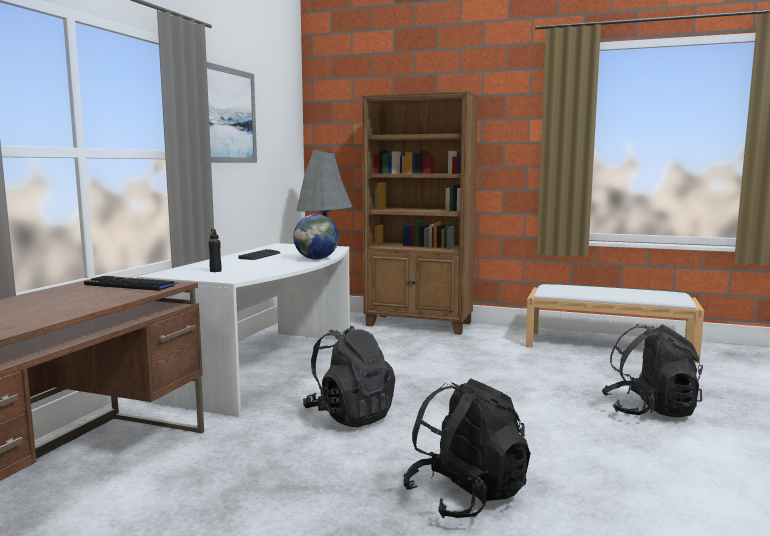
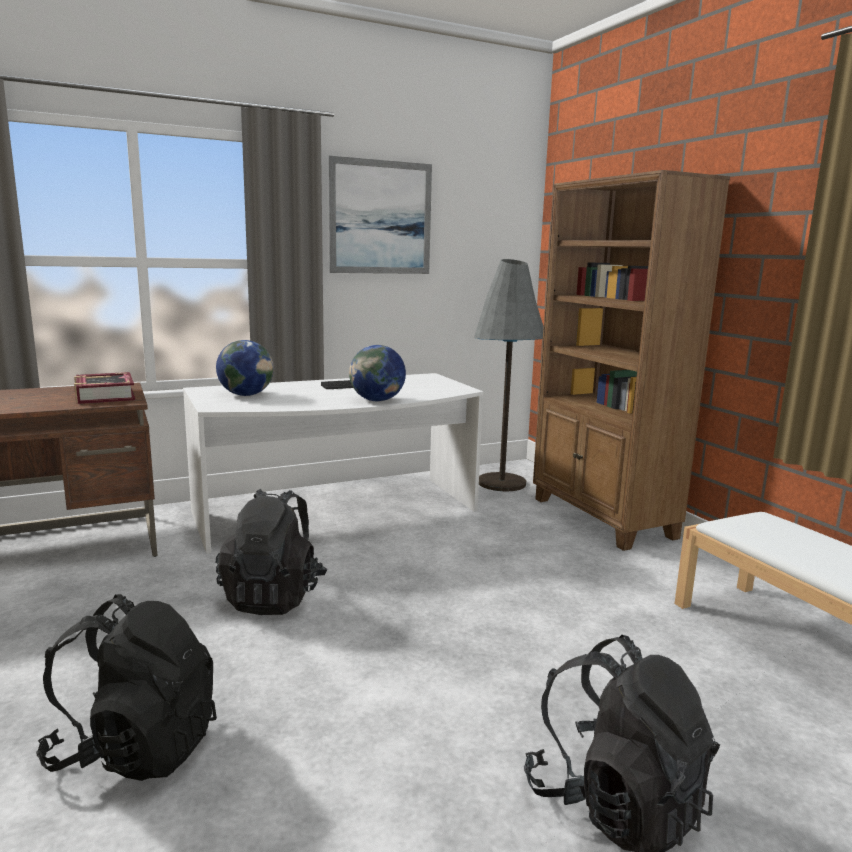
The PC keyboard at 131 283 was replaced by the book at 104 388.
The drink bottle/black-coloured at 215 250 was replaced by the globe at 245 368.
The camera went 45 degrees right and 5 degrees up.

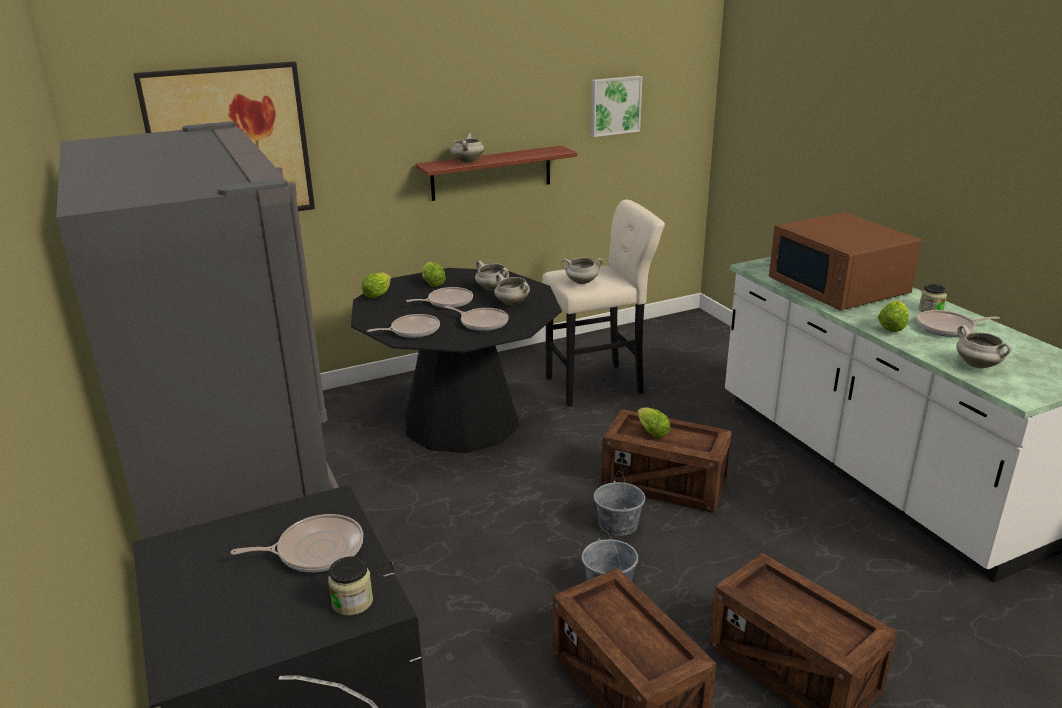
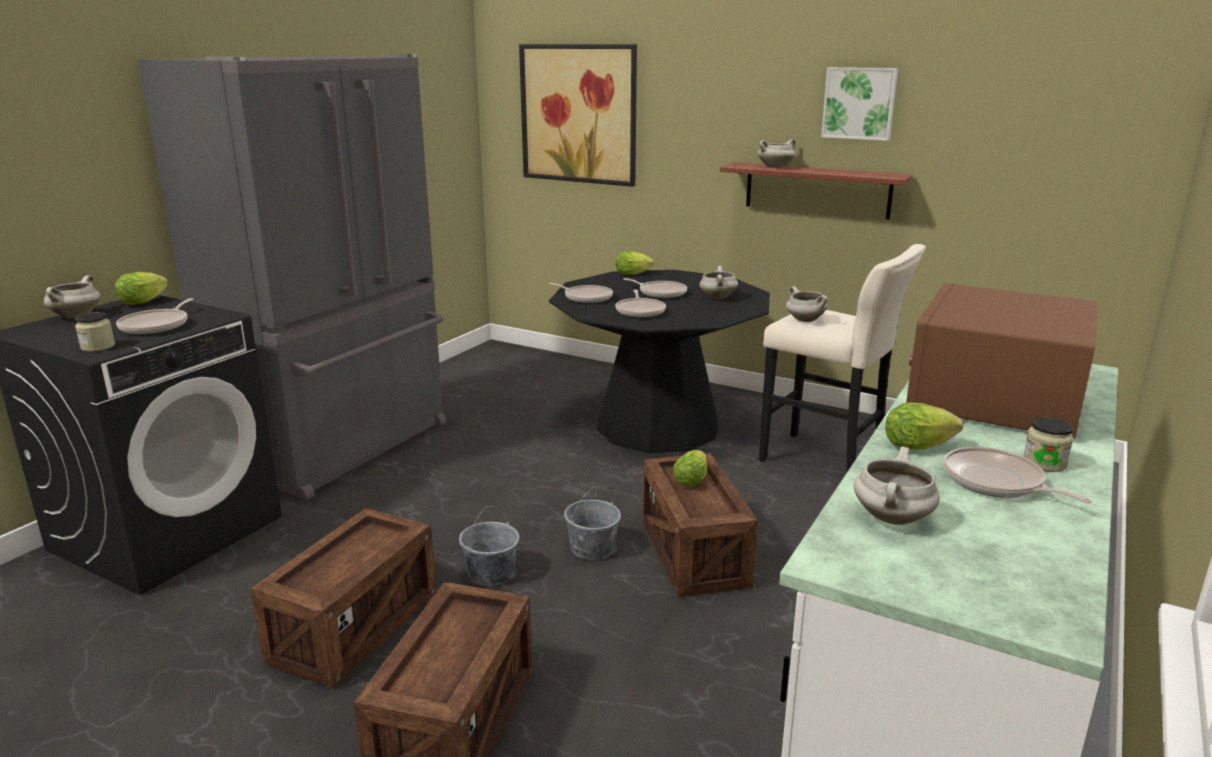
The cooking pot/white-coloured moved from 512 289 to 72 296.
The lettuce head moved from 434 274 to 141 288.
The frying pan at 297 543 turned 60 degrees clockwise.
The wall picture moved from 616 106 to 859 104.
The camera went 55 degrees right and 5 degrees down.

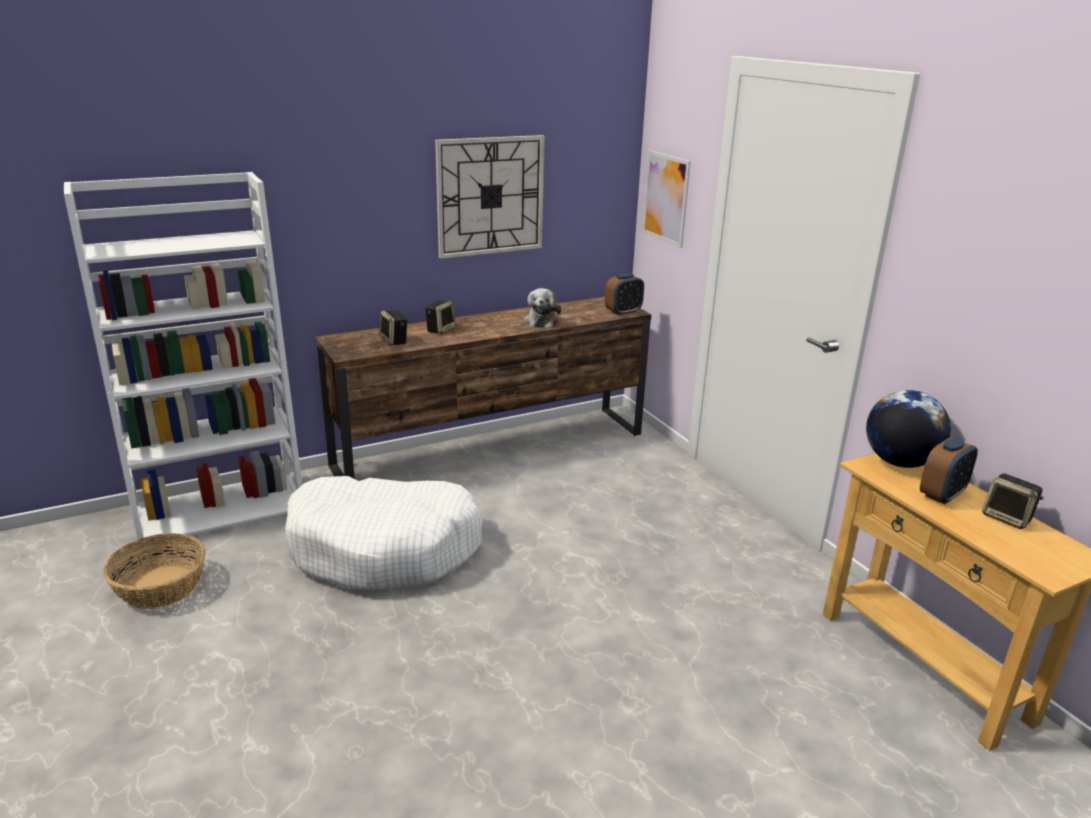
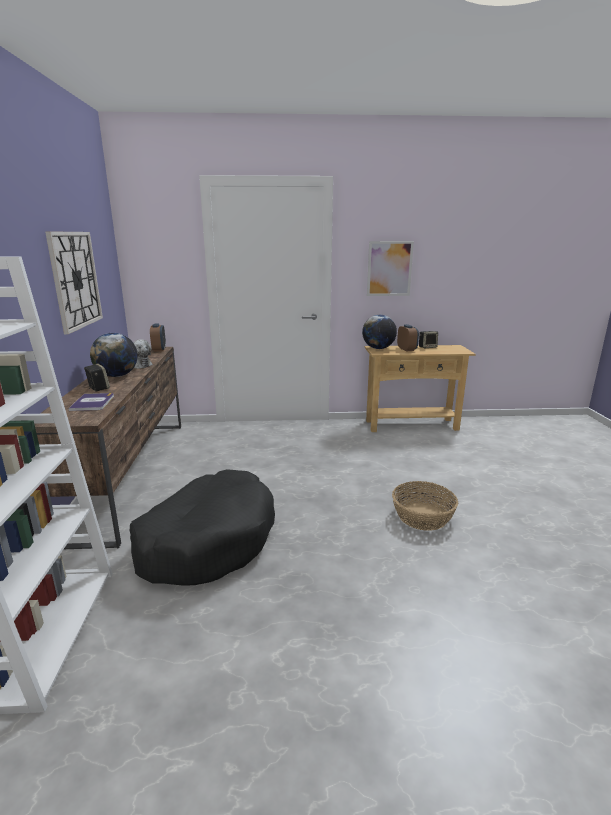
The audio speaker at 393 328 was replaced by the book at 91 402.
The globe at 114 355 appeared.
The pet bed/white-coloured at 384 532 became the pet bed/black-coloured at 202 527.
The wall picture moved from 666 199 to 390 268.
The household basket moved from 154 571 to 425 506.
The camera went 65 degrees left and 5 degrees down.

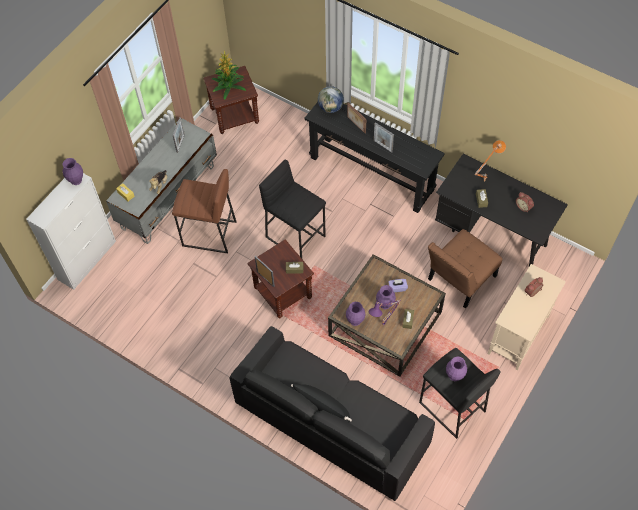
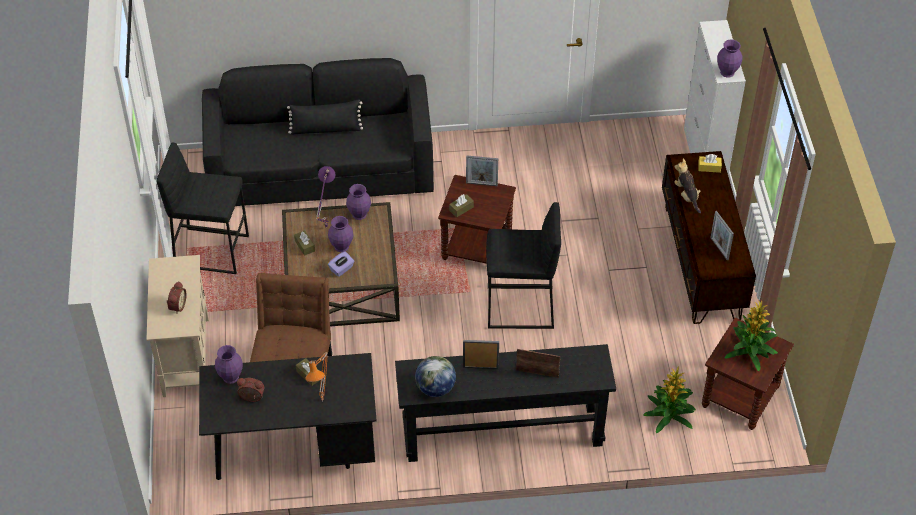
The decorative vase/purple moved from 456 369 to 229 364.
The globe moved from 331 99 to 435 376.
The plant in a pot at 669 399 appeared.
The tv unit/grey at 161 181 became the tv unit/brown at 709 237.
The stool/brown at 204 211 disappeared.
The camera went 140 degrees right and 10 degrees down.

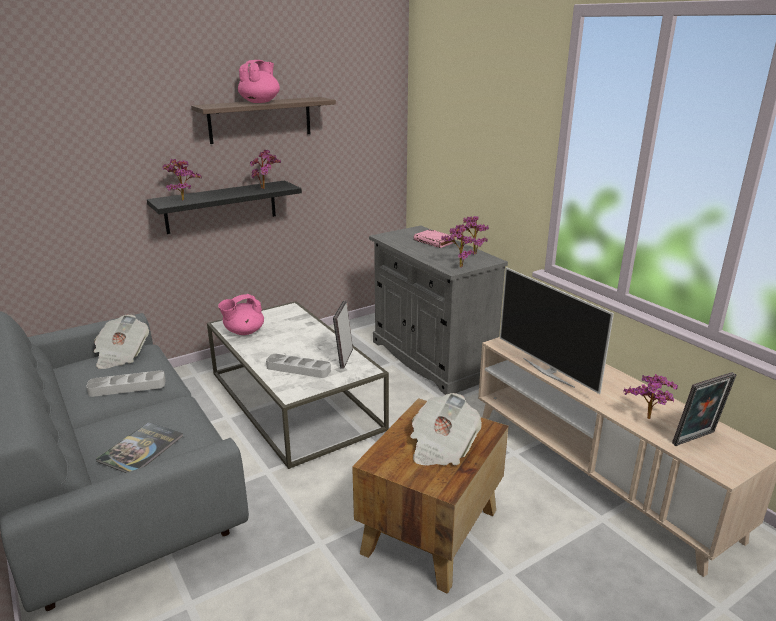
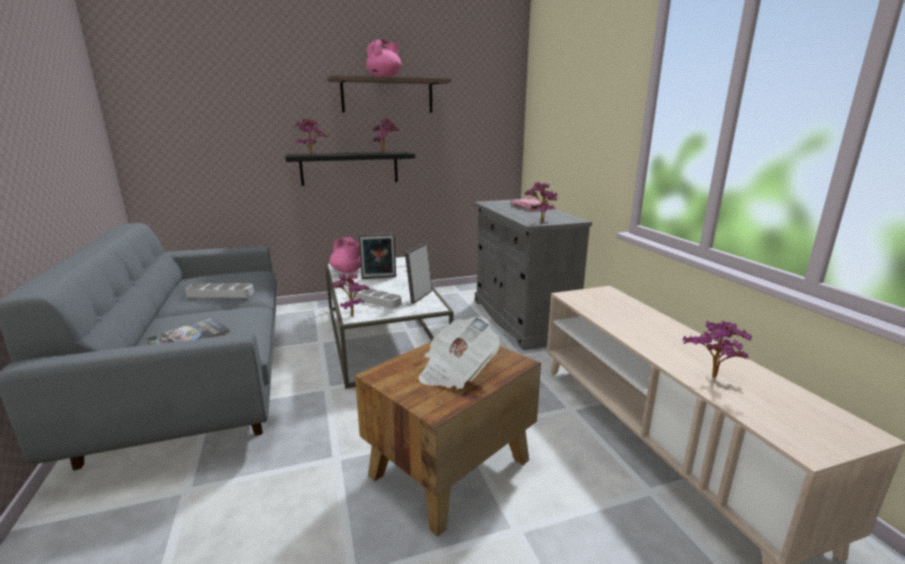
The tea pot/pink at 241 314 turned 105 degrees counterclockwise.
The plant in a pot moved from 472 235 to 350 295.
The photo frame moved from 704 409 to 377 256.
The daily paper at 121 342 disappeared.
The television at 557 330 disappeared.
The camera went 15 degrees right and 5 degrees down.

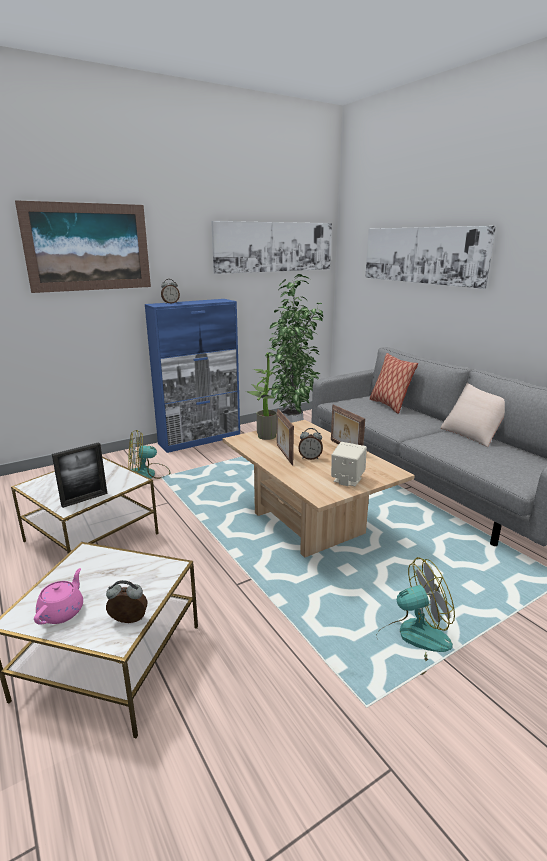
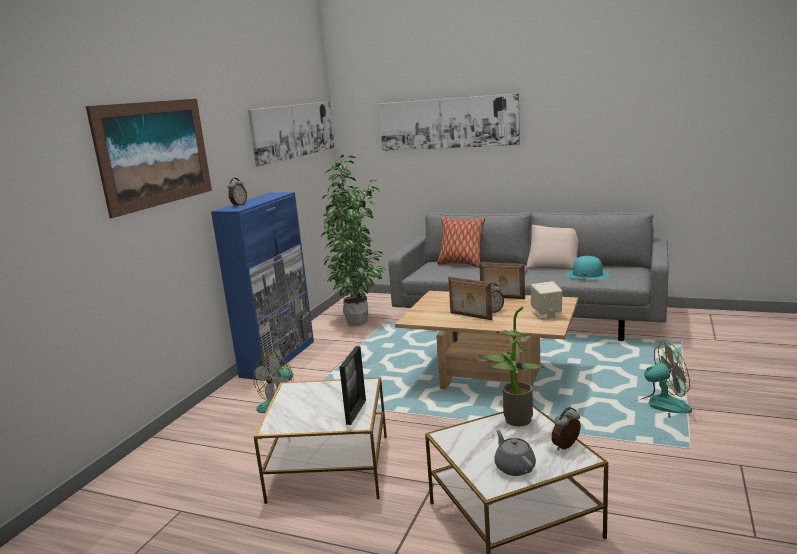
The plant in a pot moved from 261 396 to 511 366.
The tea pot/pink at 58 596 became the tea pot/grey at 515 453.
The hat/turquoise at 588 268 appeared.
The fan at 415 616 turned 45 degrees clockwise.
The camera went 35 degrees left and 5 degrees down.

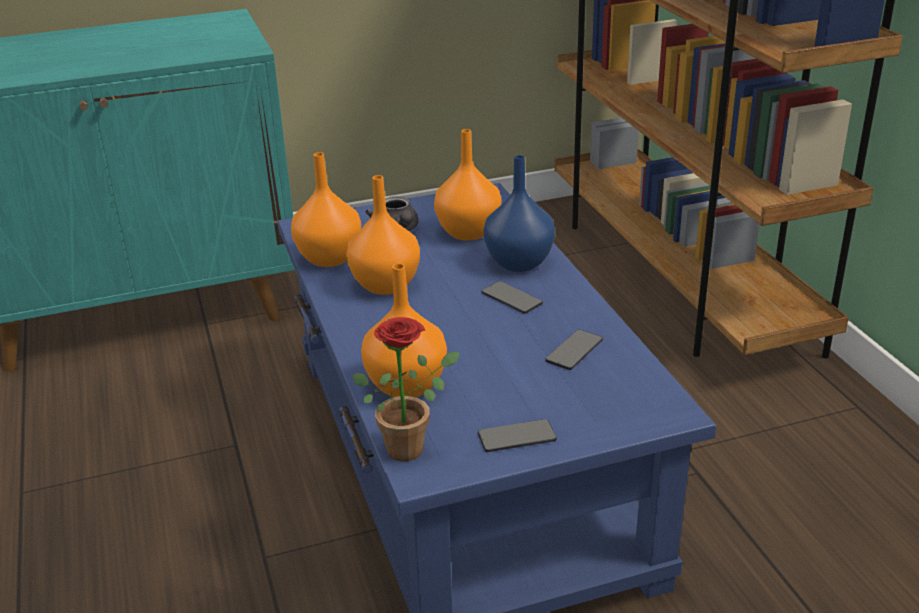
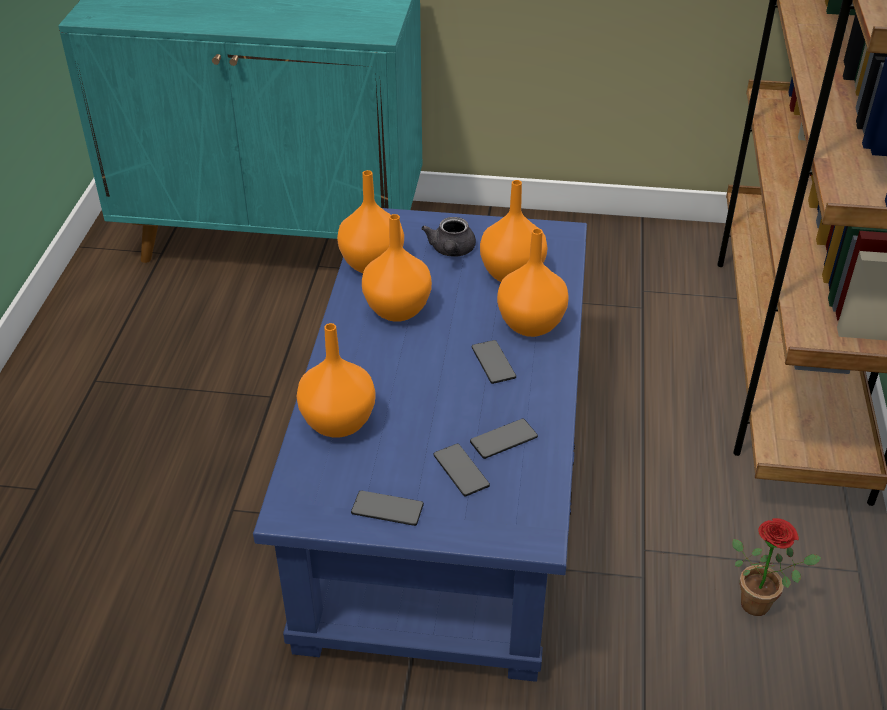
The handset at 461 470 appeared.
The decorative vase/blue-coloured at 519 213 became the decorative vase/orangey at 533 282.
The plant in a pot moved from 406 389 to 776 567.
The camera went 25 degrees right and 10 degrees up.

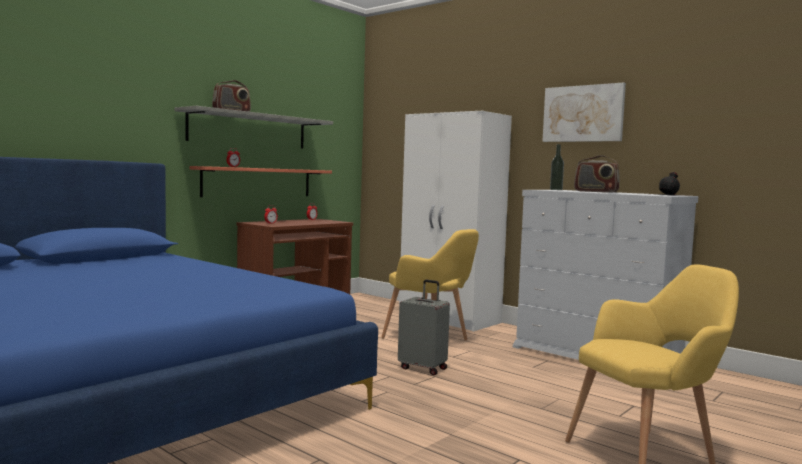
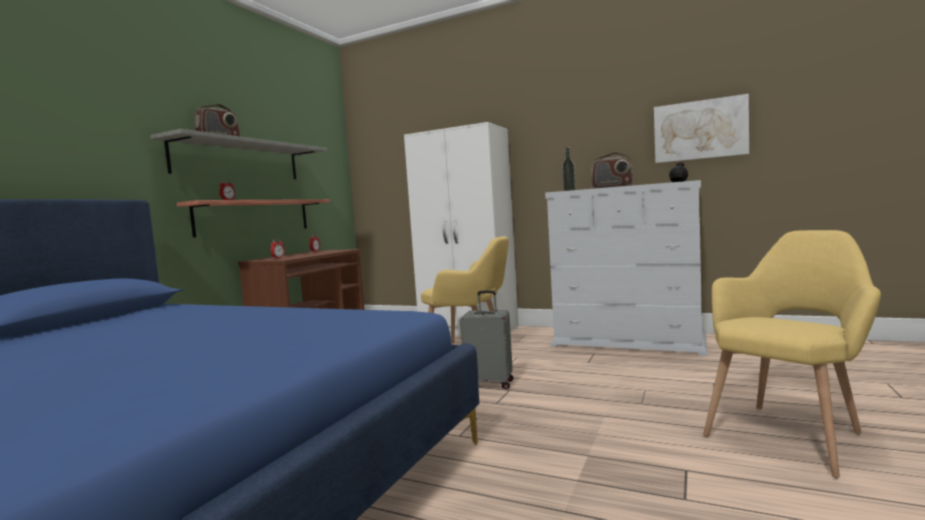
The wall picture moved from 584 112 to 701 128.
The camera went 15 degrees left and 0 degrees up.

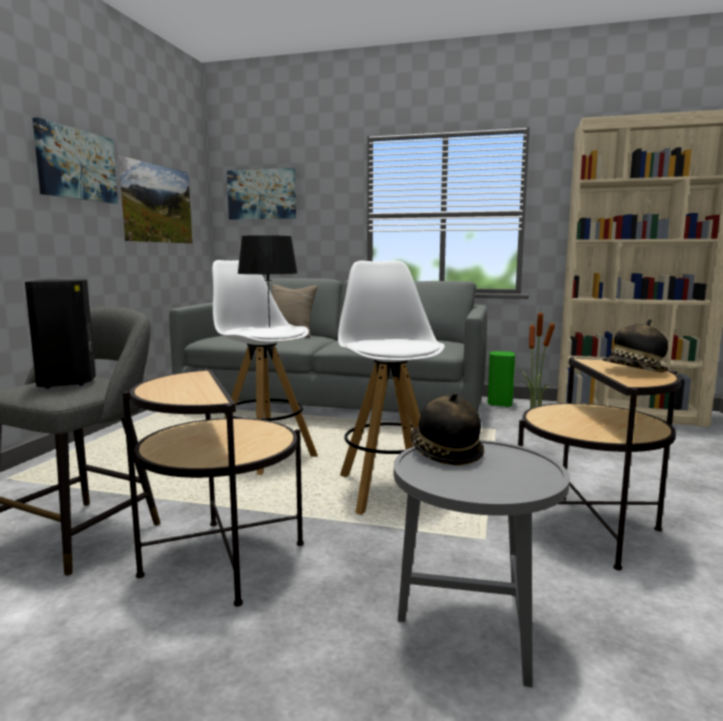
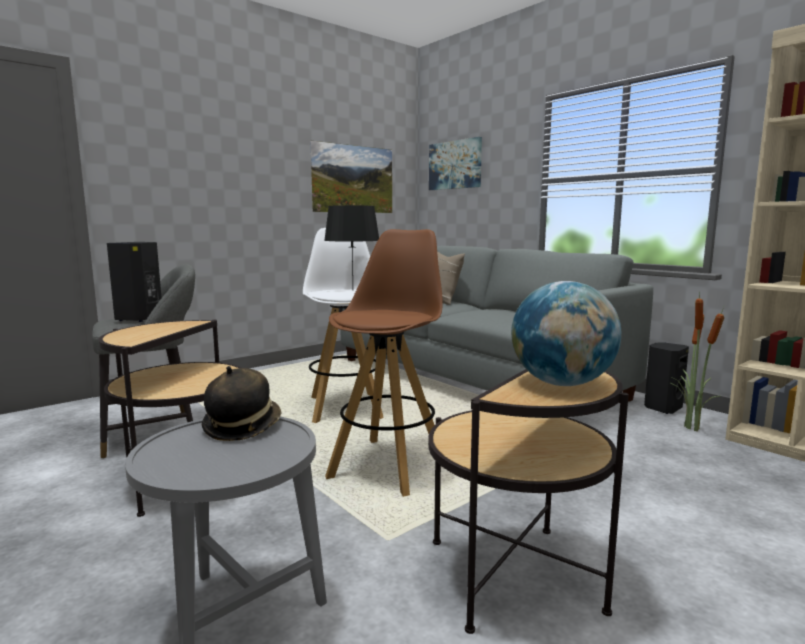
The stool/white-coloured at 391 387 became the stool/brown at 384 363.
The hat at 635 345 was replaced by the globe at 566 333.
The audio speaker/greenish at 501 379 became the audio speaker/black-coloured at 666 378.
The wall picture at 75 160 disappeared.
The camera went 35 degrees right and 0 degrees up.

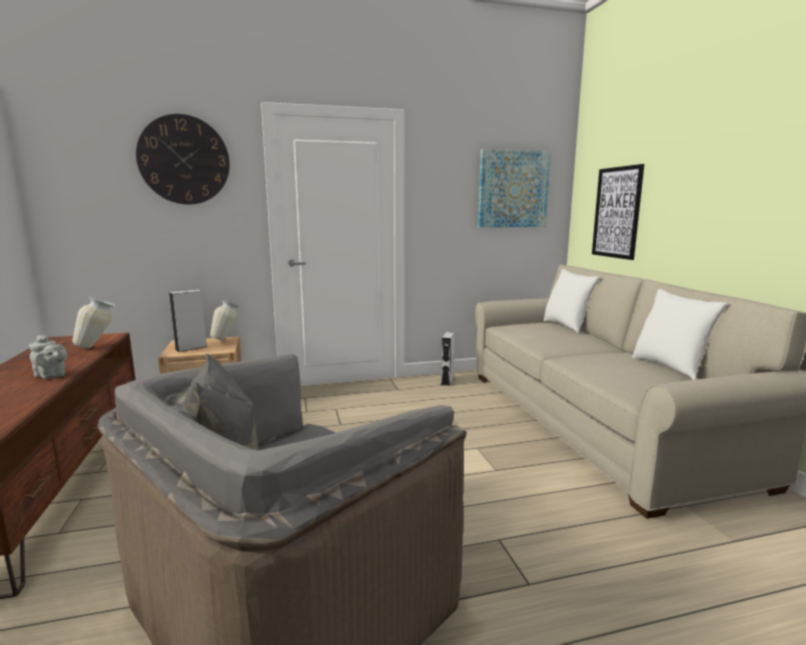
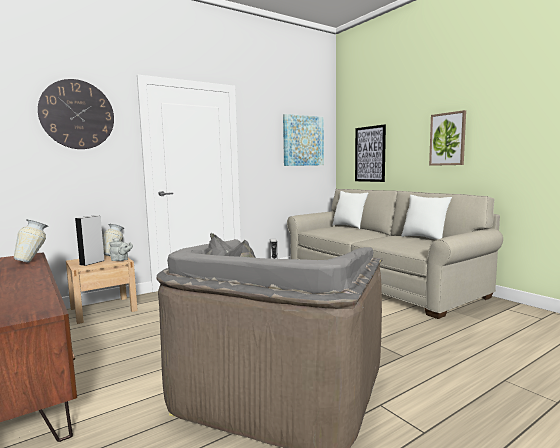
The tea pot/grey moved from 48 357 to 121 249.
The wall picture at 447 138 appeared.
The camera went 20 degrees left and 5 degrees down.

